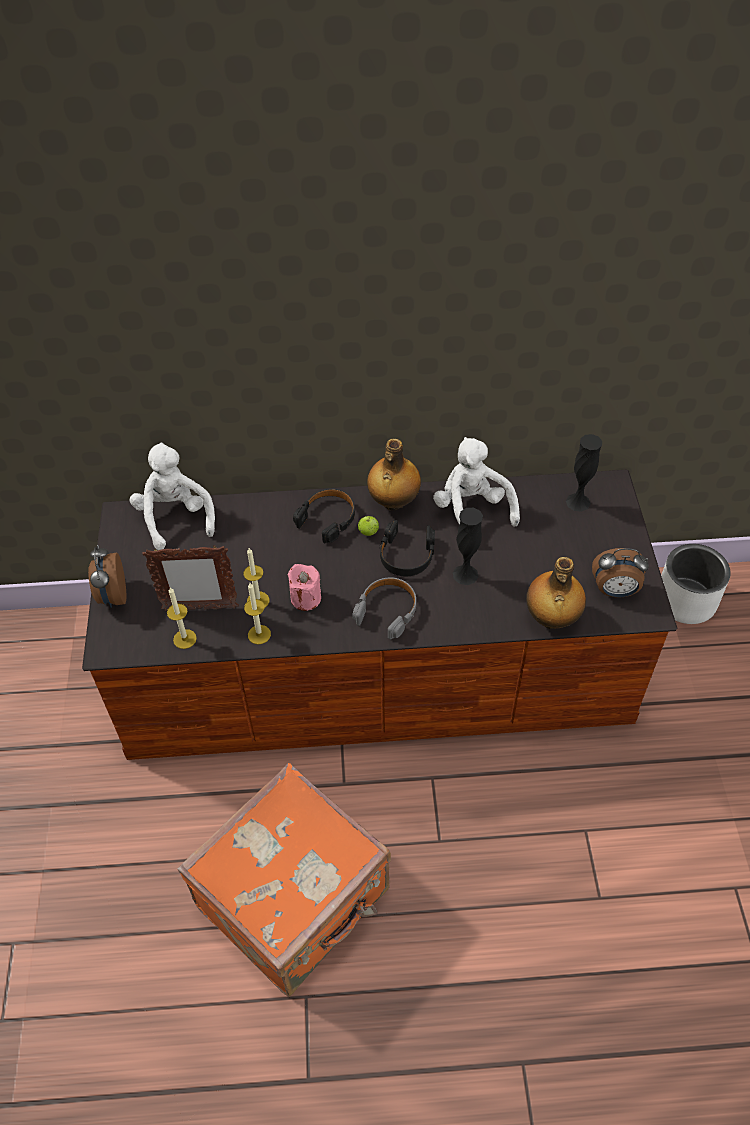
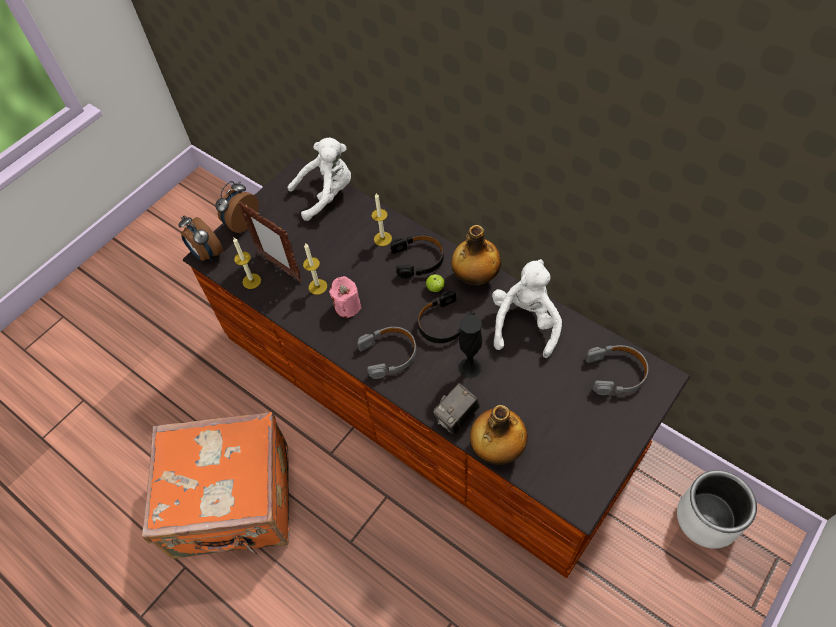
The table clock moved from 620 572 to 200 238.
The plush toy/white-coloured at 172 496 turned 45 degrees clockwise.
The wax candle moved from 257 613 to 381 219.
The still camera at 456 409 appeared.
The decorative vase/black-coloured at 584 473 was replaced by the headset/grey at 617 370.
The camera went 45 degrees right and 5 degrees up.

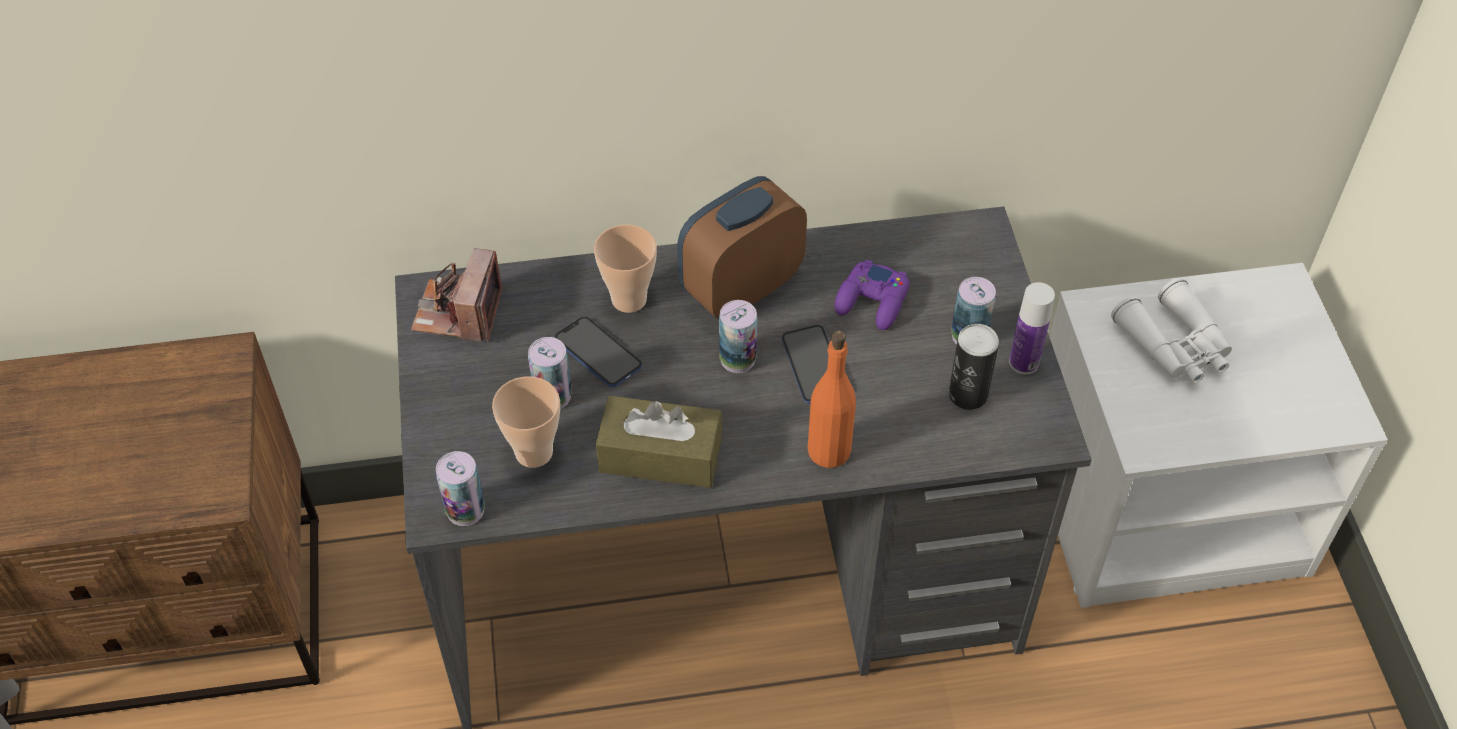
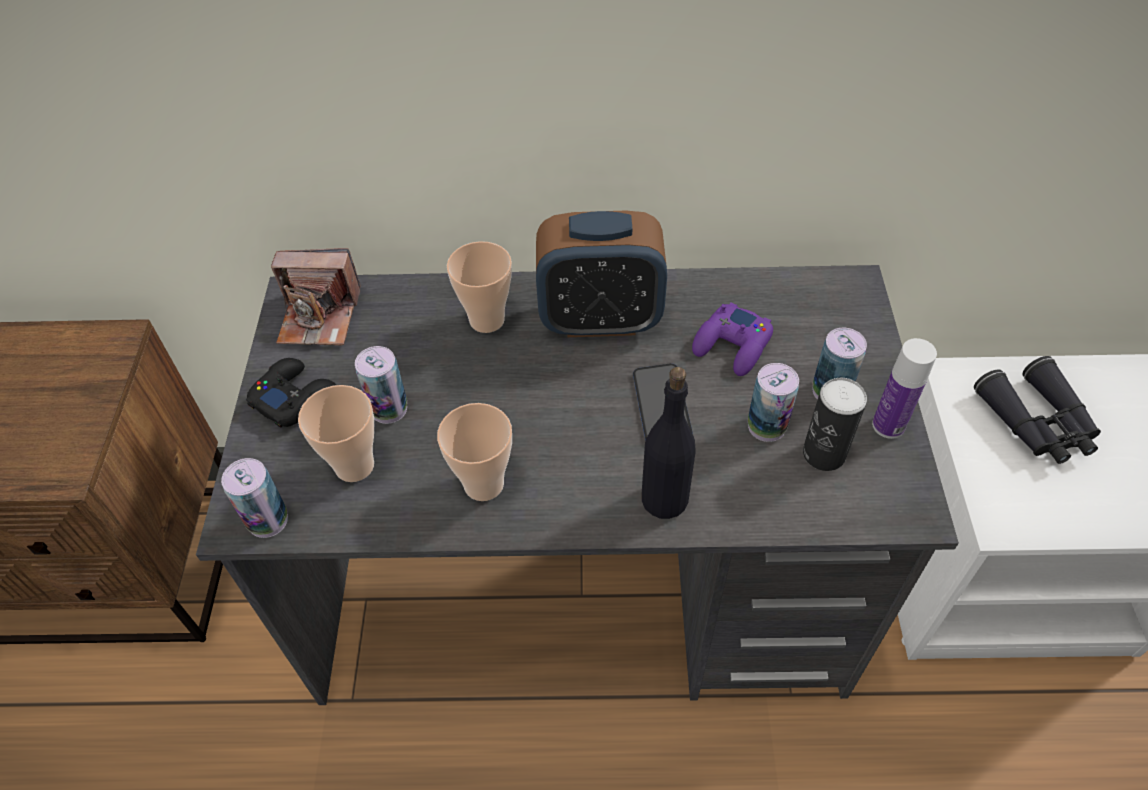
The game controller/black-coloured at 291 393 appeared.
The still camera at 456 295 turned 105 degrees counterclockwise.
The tissue holder/brown at 659 442 was replaced by the cup at 474 452.
The table clock at 742 247 turned 150 degrees counterclockwise.
The drink bottle/orangey at 832 399 became the drink bottle/black-coloured at 668 443.
The sealed can moved from 738 336 to 773 402.
The binoculars/white-coloured at 1171 331 became the binoculars/black-coloured at 1037 410.
The handset at 598 352 disappeared.
The camera went 10 degrees right and 0 degrees up.

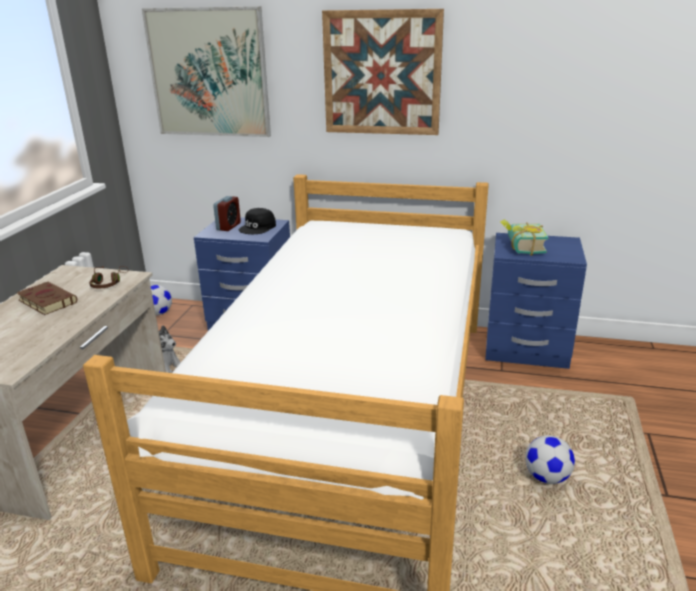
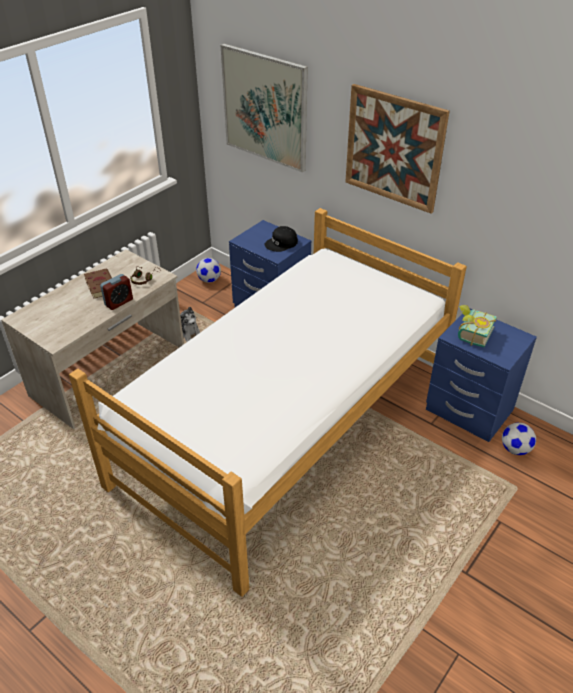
The table clock moved from 227 213 to 116 292.
The ball for football moved from 550 459 to 519 439.
The camera went 25 degrees right and 15 degrees up.

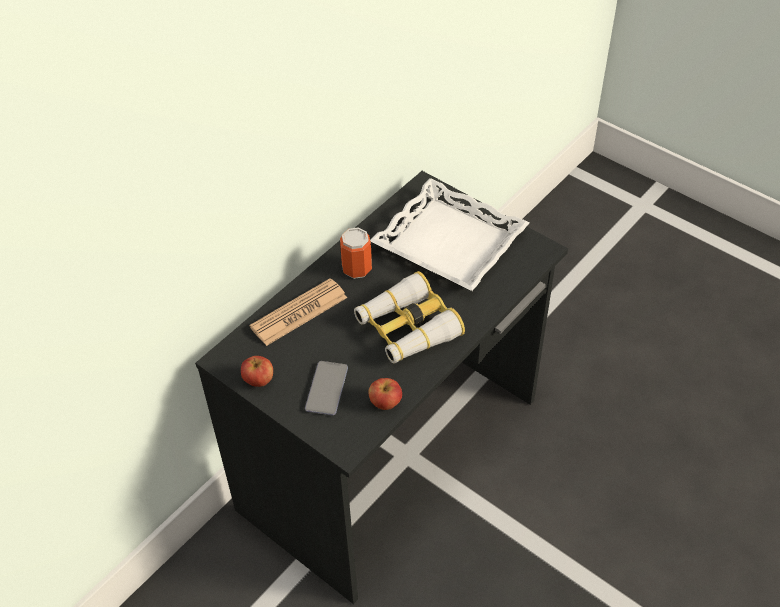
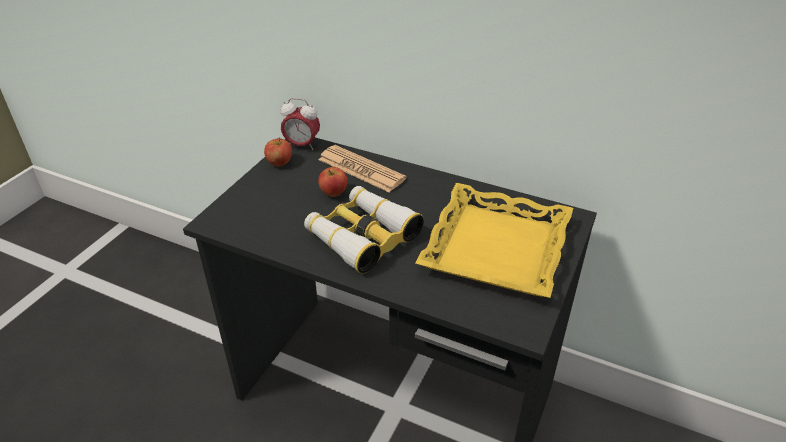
The table clock at 300 124 appeared.
The whole apple moved from 385 394 to 333 182.
The serving tray/white-coloured at 450 234 became the serving tray/yellow-coloured at 494 240.
The handset at 326 388 disappeared.
The sealed can at 356 253 disappeared.
The camera went 75 degrees right and 10 degrees down.

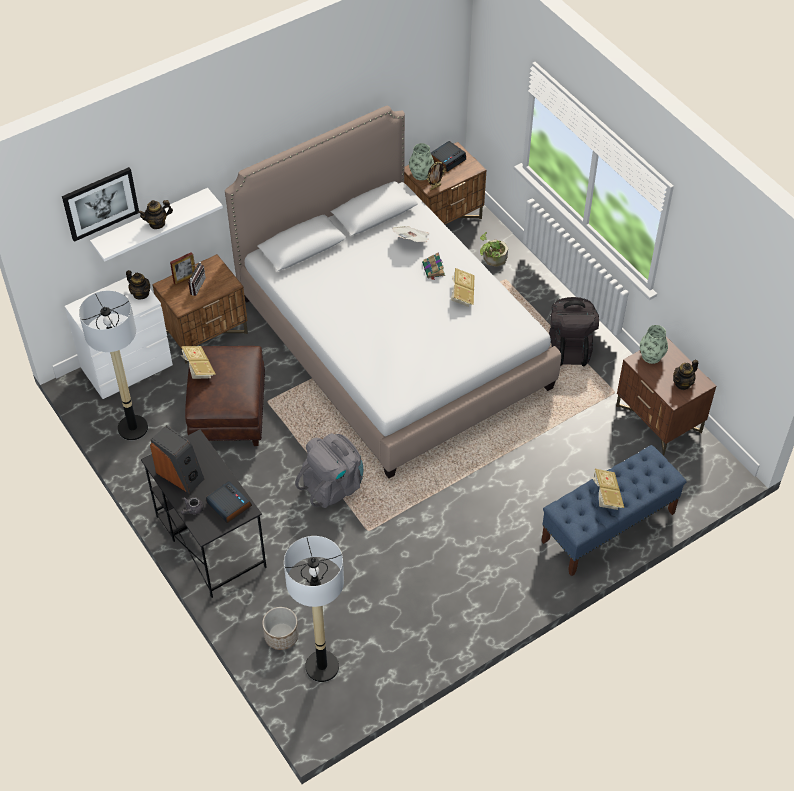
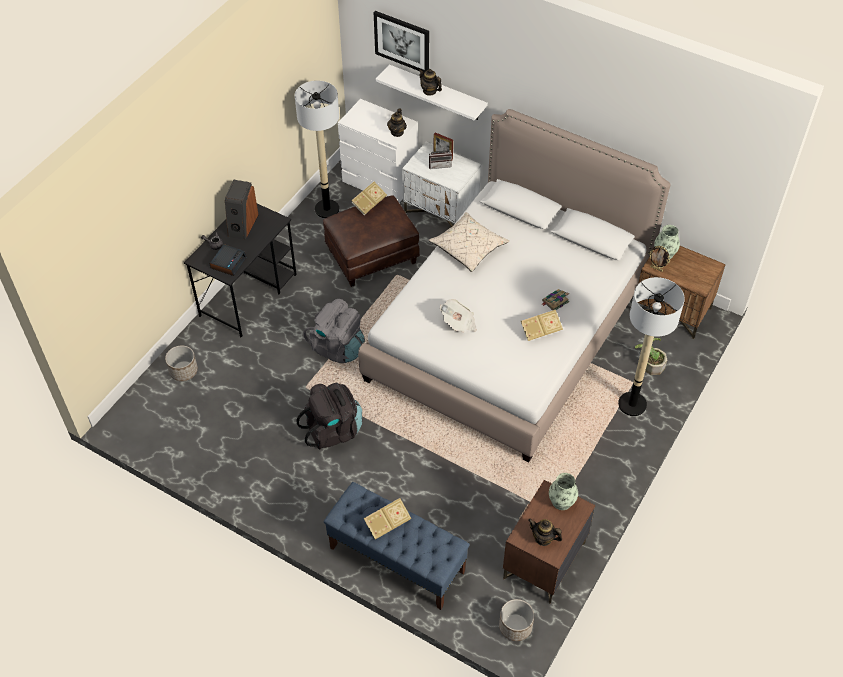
The rucksack/black-coloured moved from 574 332 to 329 416.
The nightstand/brown at 200 309 became the nightstand/white-coloured at 441 184.
The pillow/sand-coloured at 469 242 appeared.
The daily paper moved from 411 234 to 458 316.
The plant pot at 516 620 appeared.
The standing lamp moved from 314 609 to 651 346.
The table clock at 448 156 disappeared.
The camera went 65 degrees right and 0 degrees up.

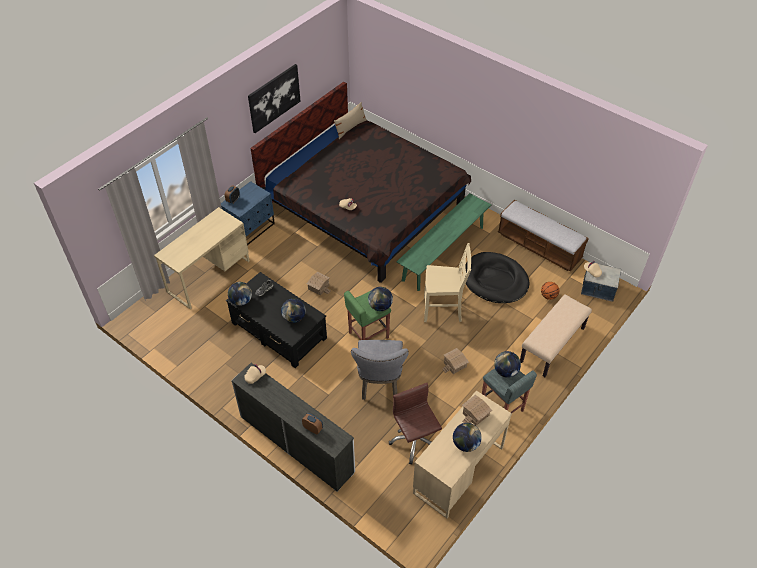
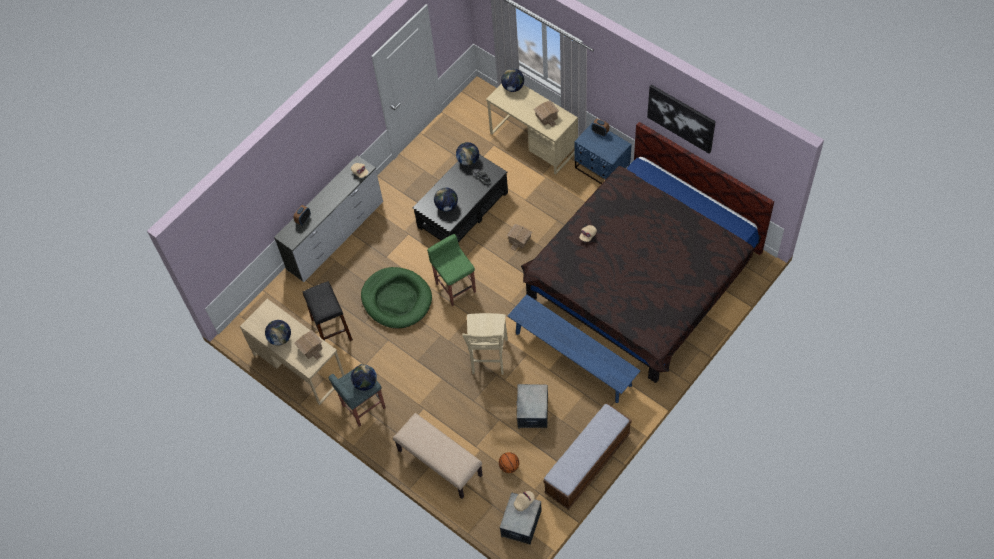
The desk chair/brown at 415 423 was replaced by the stool/black-coloured at 328 311.
The plain chair/grey at 380 370 was replaced by the pet bed/greenish at 396 297.
The globe moved from 380 299 to 512 80.
The long seat/greenish at 443 242 became the long seat/blue-coloured at 574 348.
The pet bed/black-coloured at 497 277 was replaced by the storage box at 532 406.
The model house moved from 455 361 to 546 113.
The pillow/sand-coloured at 350 120 disappeared.
The camera went 95 degrees right and 10 degrees up.

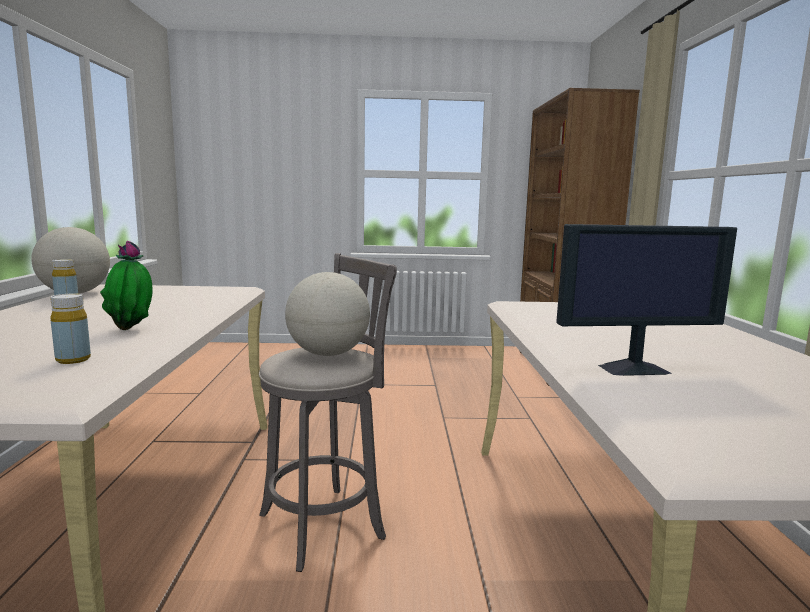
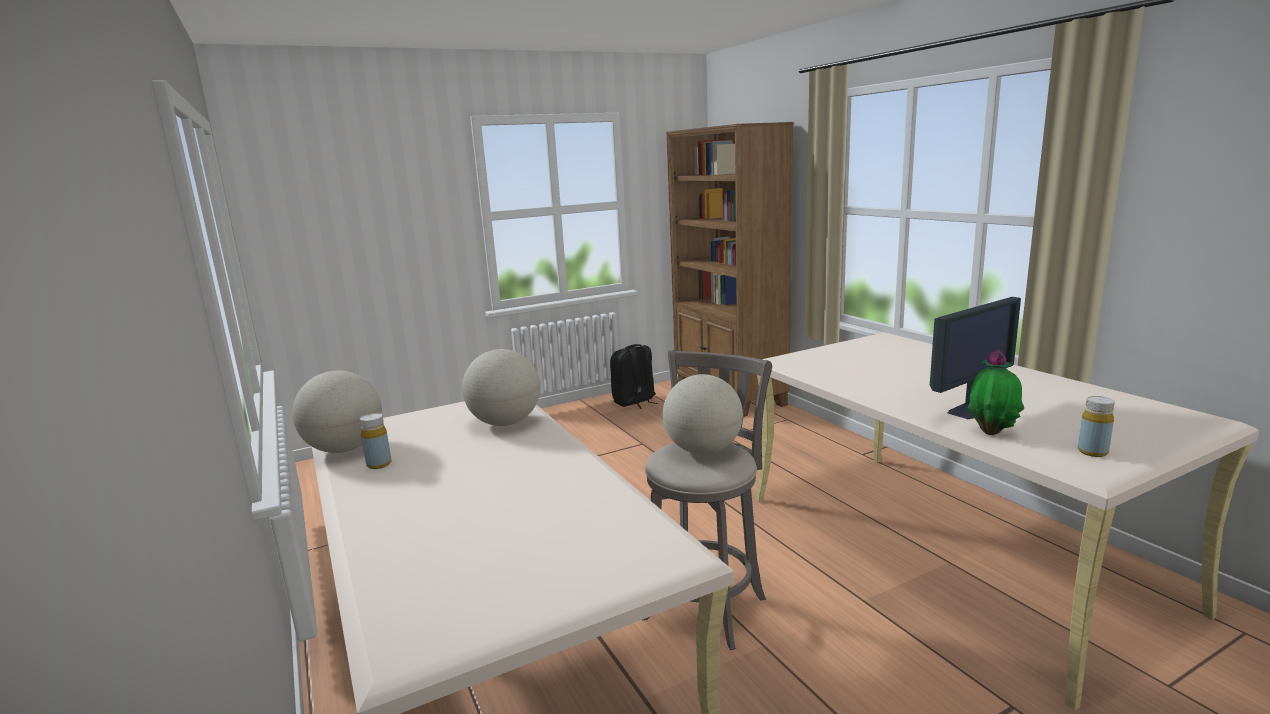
The globe at 501 387 appeared.
The rucksack/black-coloured at 634 376 appeared.
The plant in a pot moved from 126 285 to 996 392.
The drink bottle/yellow-coloured moved from 70 329 to 1096 426.
The camera went 25 degrees left and 5 degrees up.

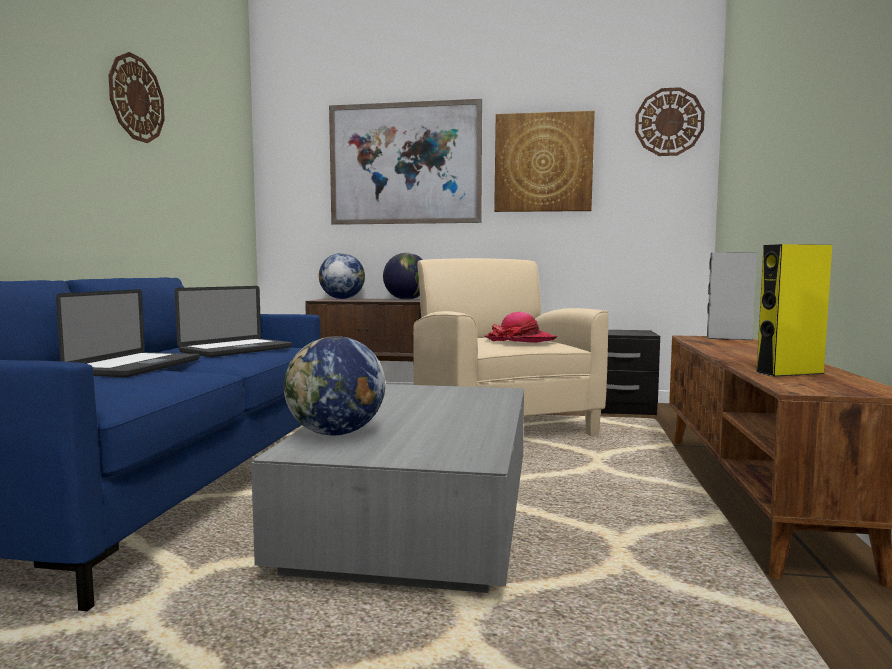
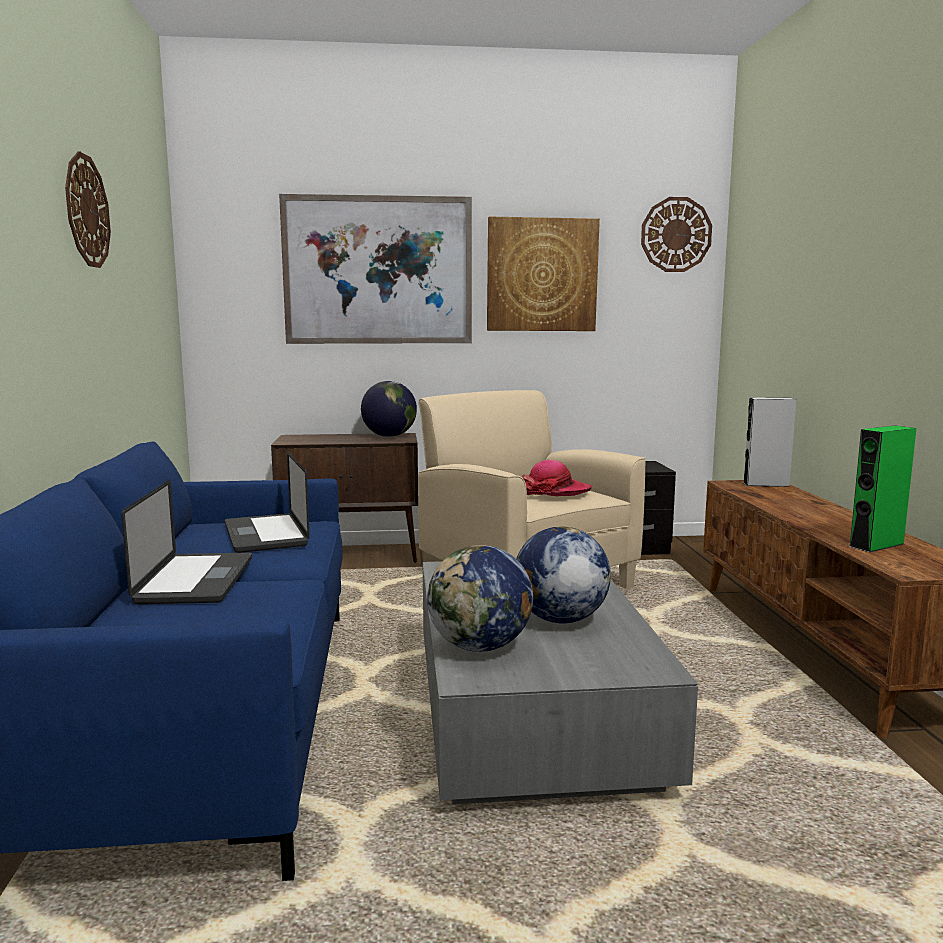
The notebook computer at 234 321 turned 135 degrees clockwise.
The globe moved from 342 276 to 563 574.
The audio speaker/yellow-coloured at 793 310 became the audio speaker/greenish at 882 489.
The camera went 15 degrees left and 5 degrees up.

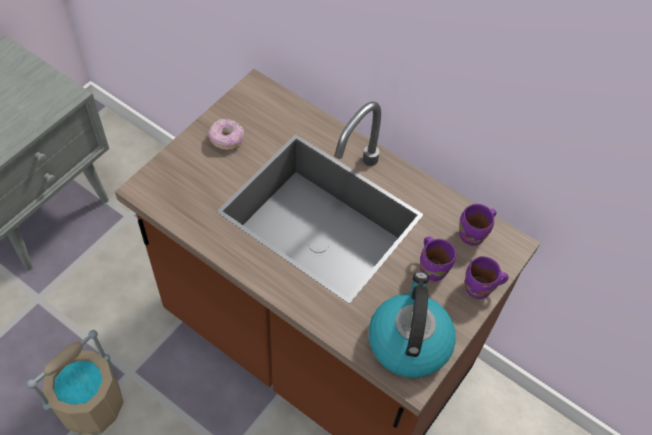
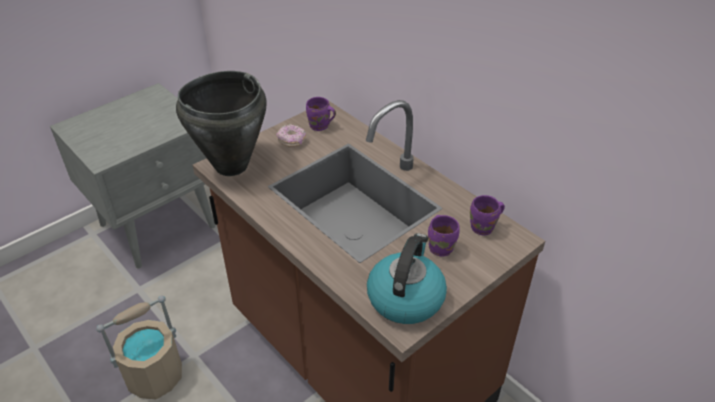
The cooking pot/black-coloured at 221 123 appeared.
The mug/purple moved from 486 278 to 321 114.
The camera went 15 degrees right and 15 degrees down.

